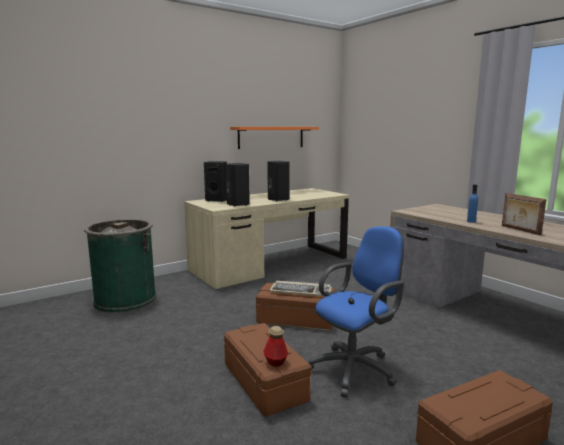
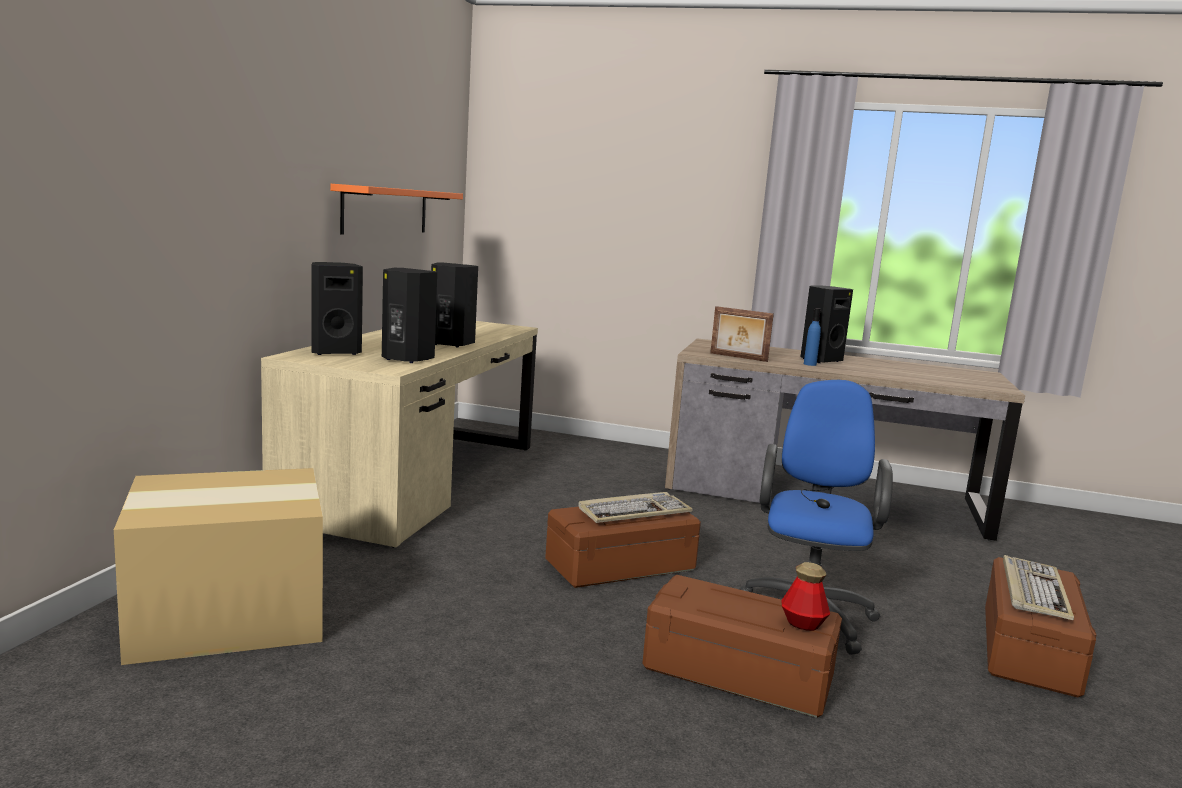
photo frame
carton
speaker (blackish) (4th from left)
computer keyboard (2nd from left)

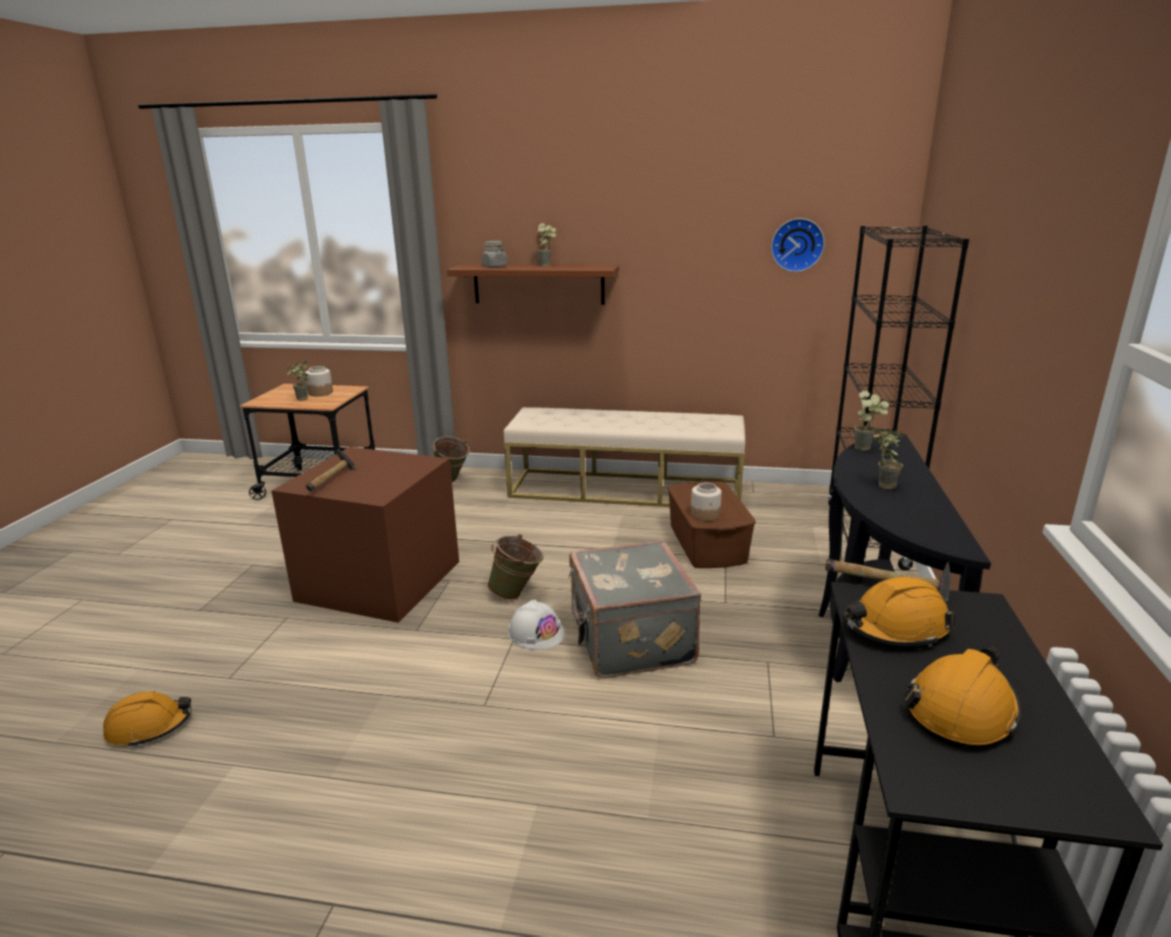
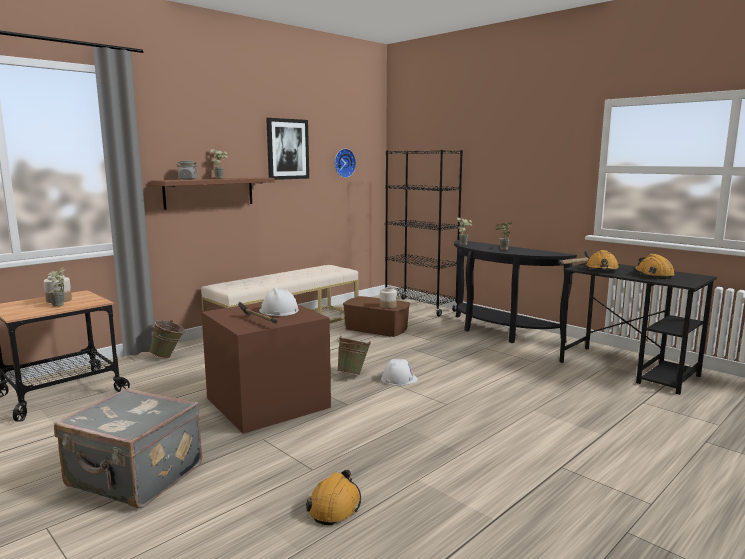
suitcase (grey)
wall art
safety helmet (white-coloured) (1st from left)

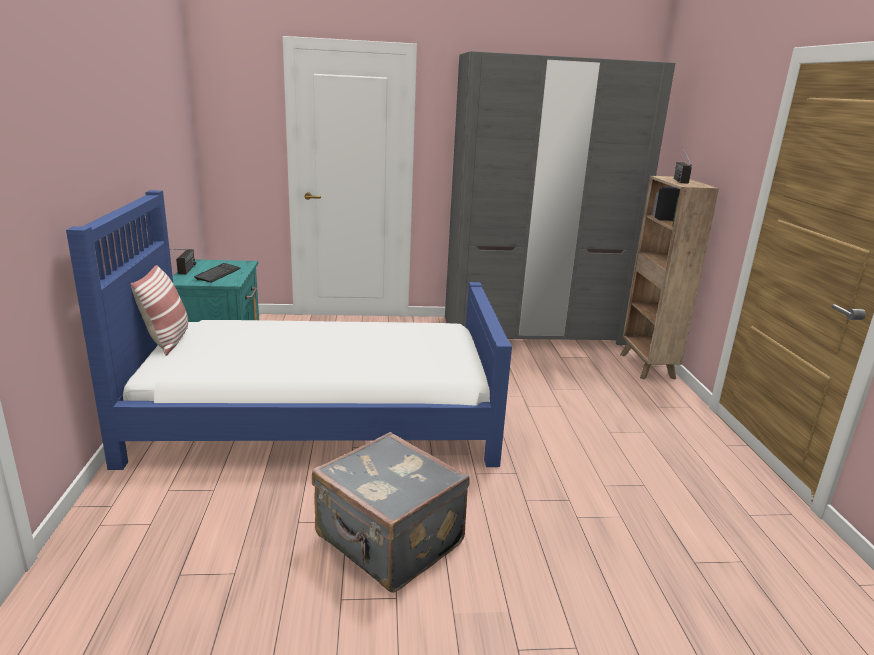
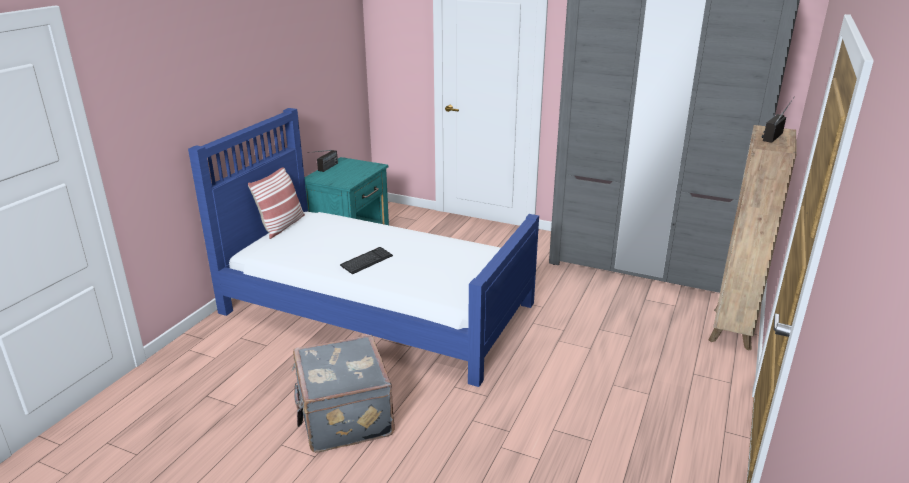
computer keyboard

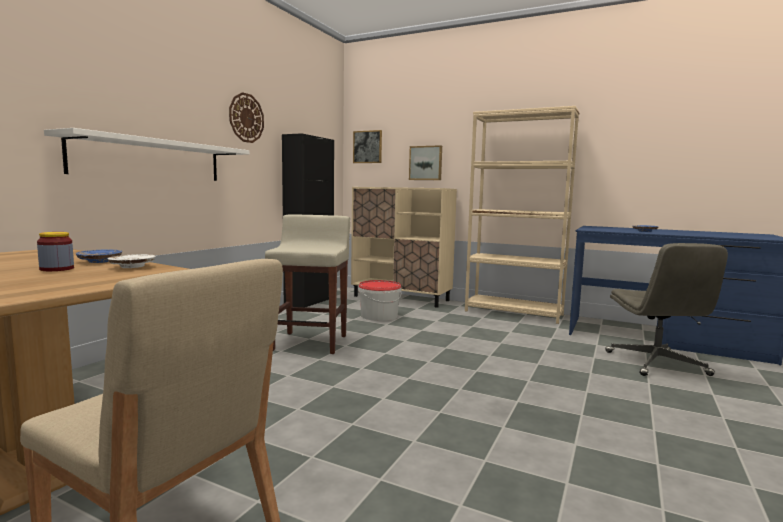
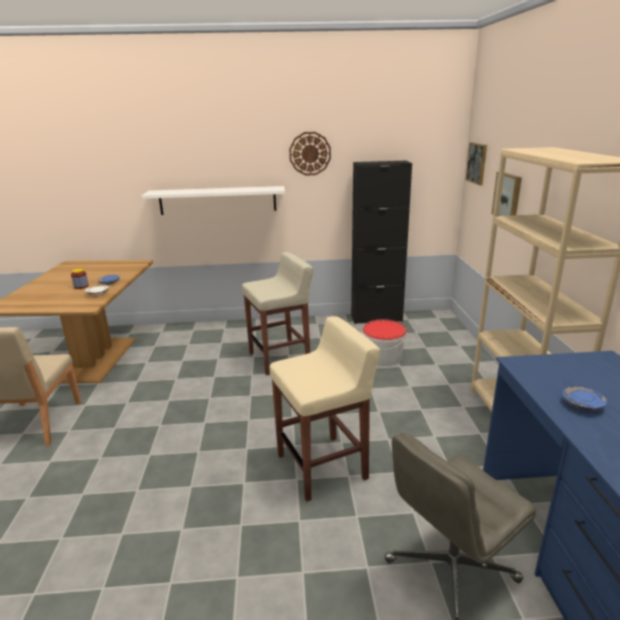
cabinet (beige-coloured)
stool (beige-coloured) (2nd from left)

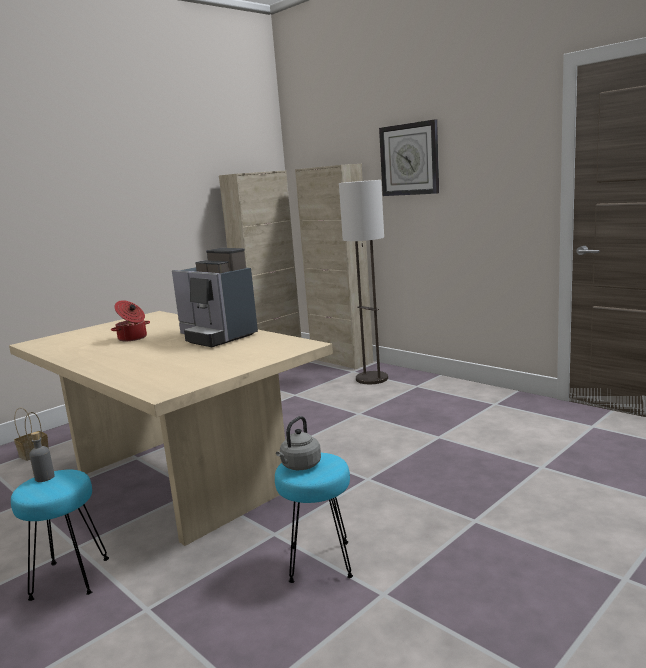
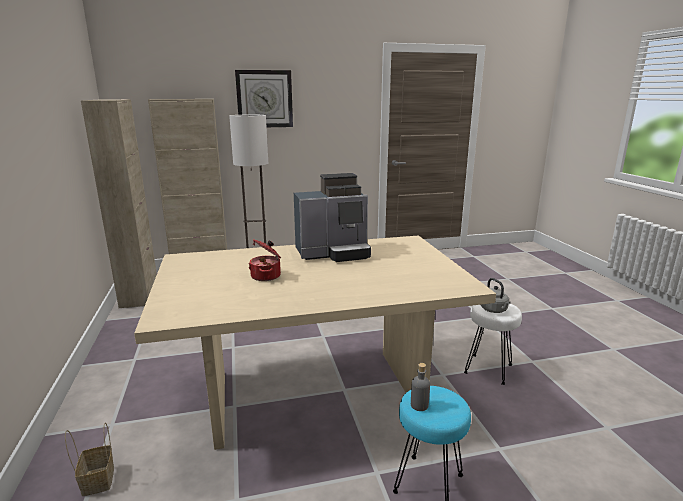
stool (white-coloured)

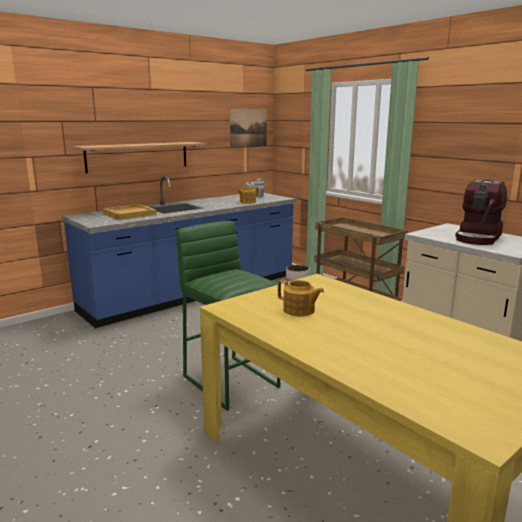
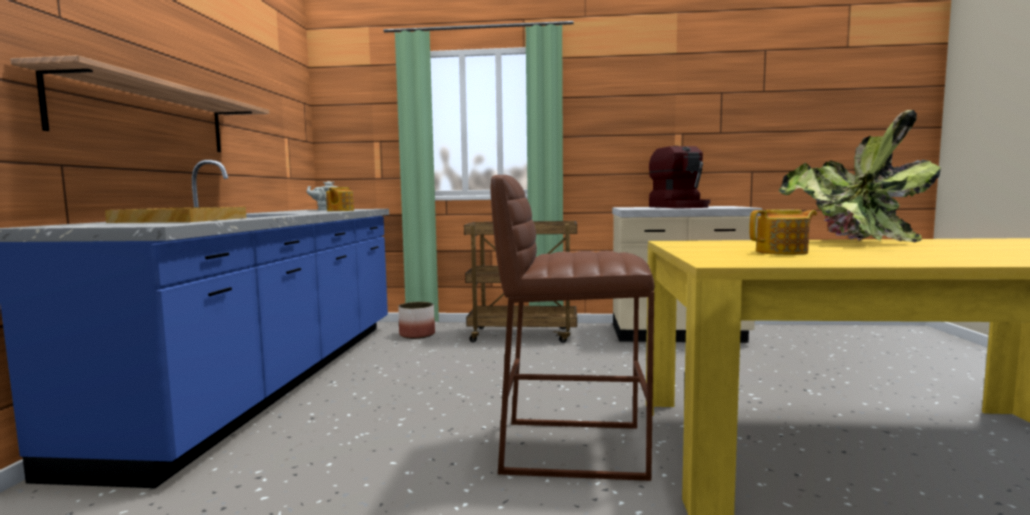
wall art
stool (brownish)
potted plant

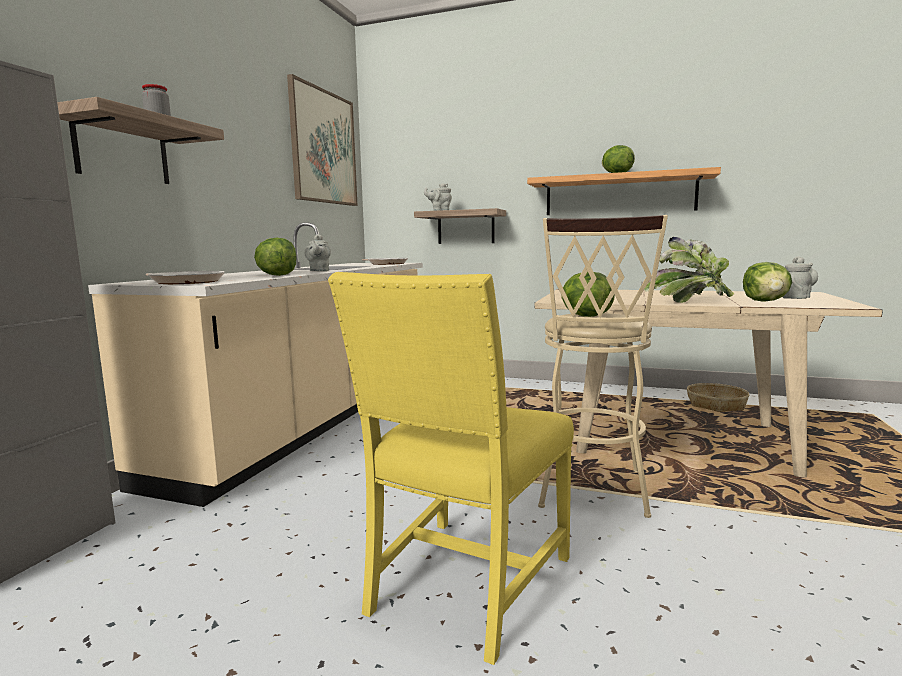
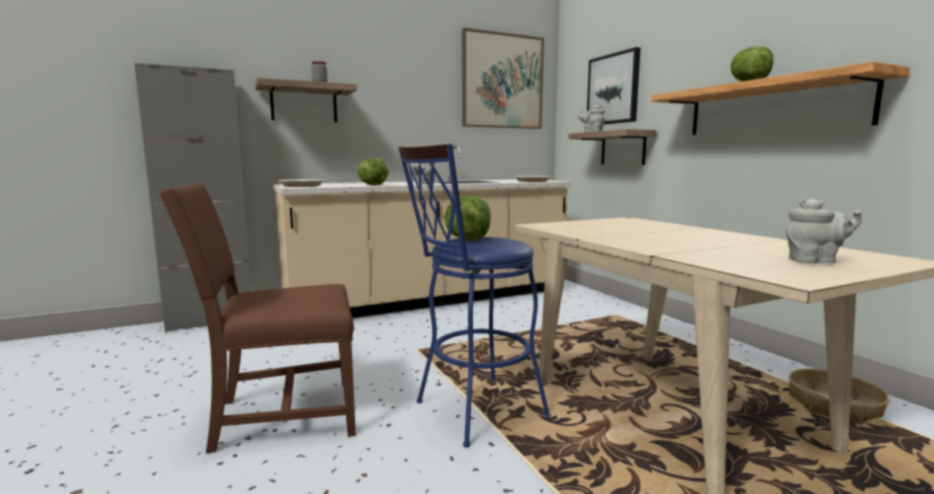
stool (blue-coloured)
potted plant
head of lettuce (4th from left in the first image)
plain chair (brownish)
wall art (2nd from left)

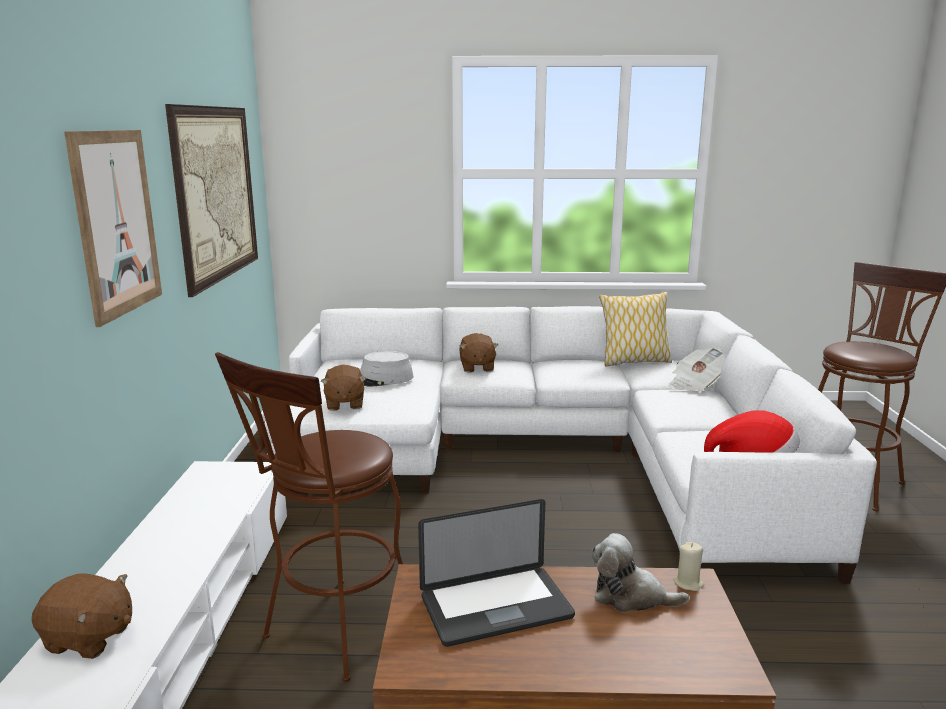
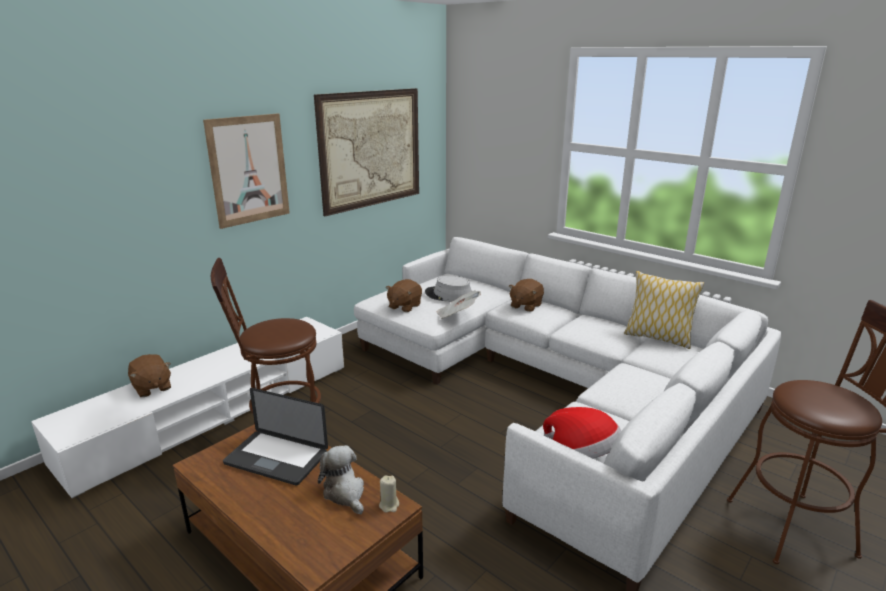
daily paper

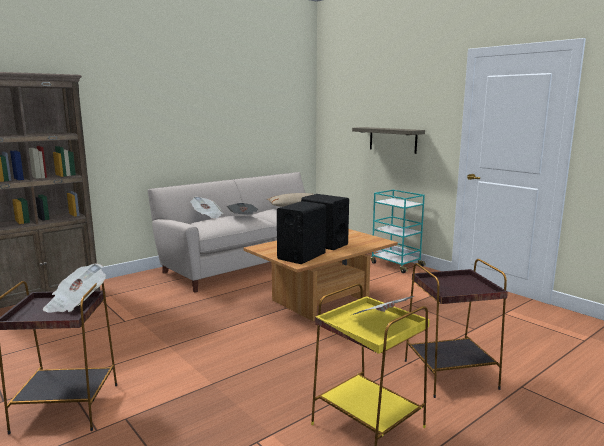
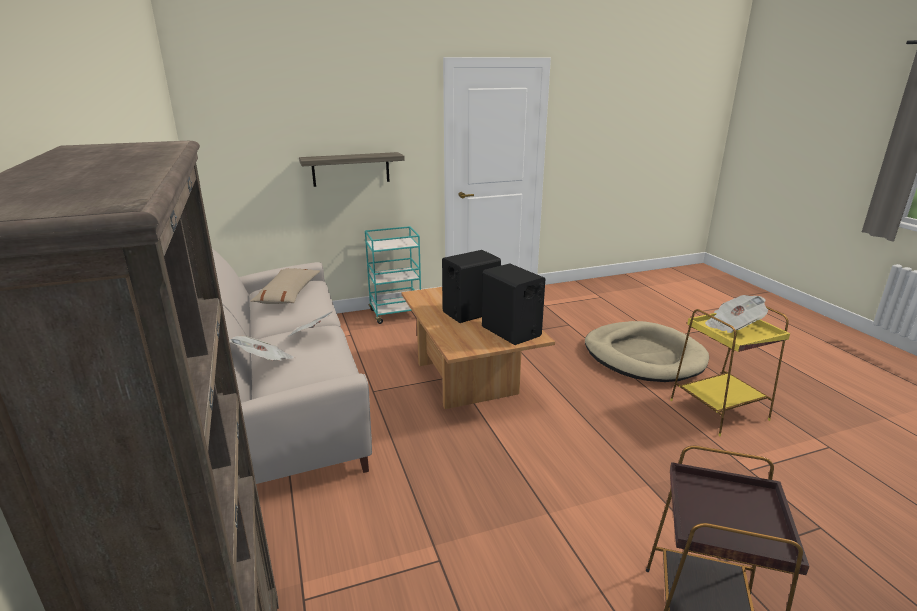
dog bed (beige-coloured)
daily paper (1st from left in the first image)

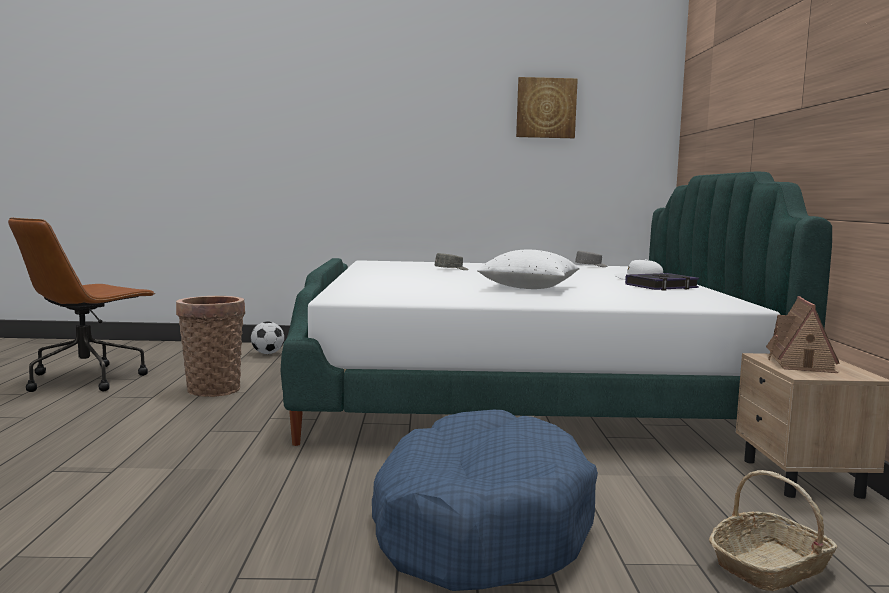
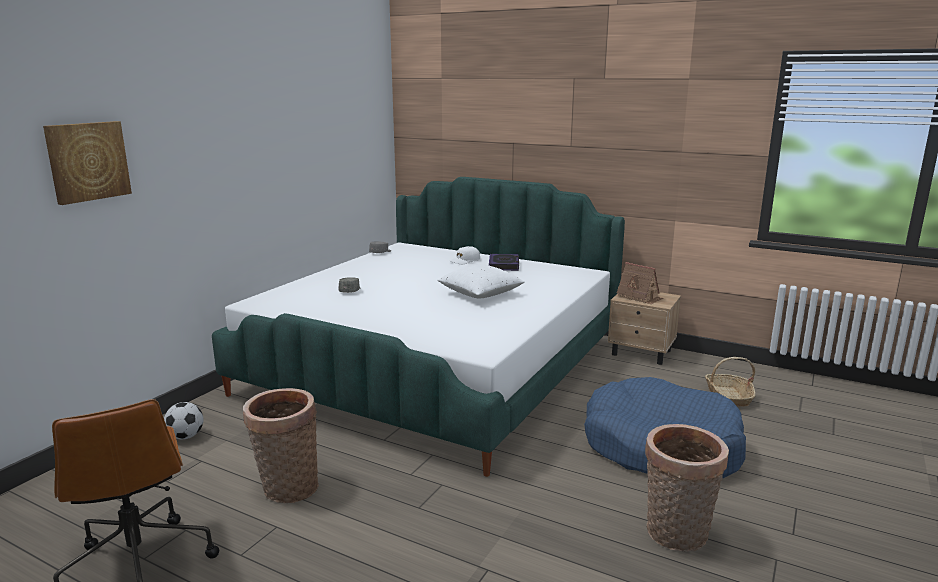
wall art
basket (2nd from left)

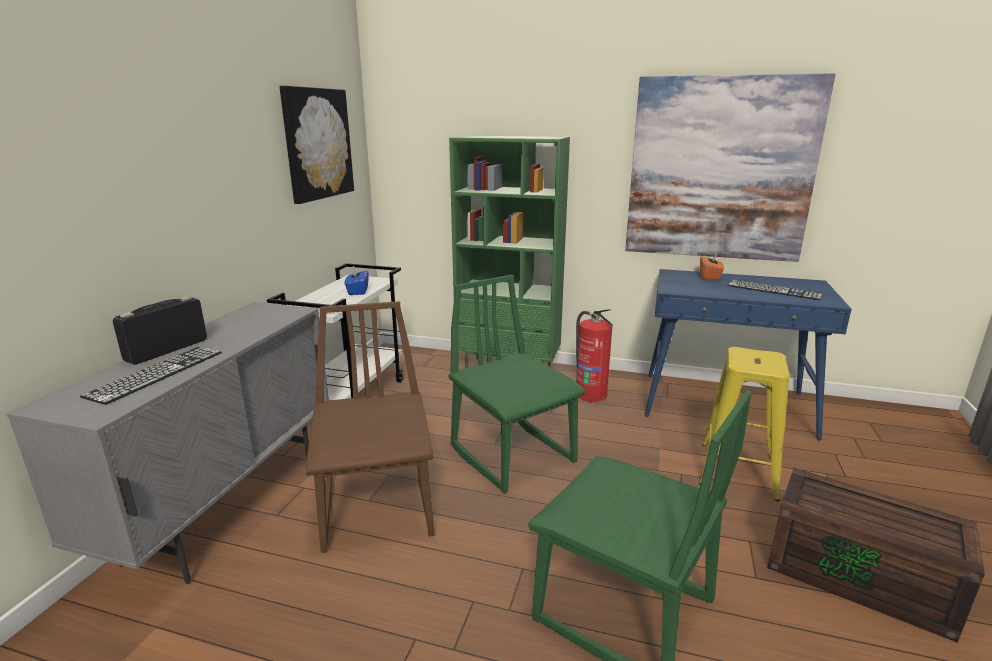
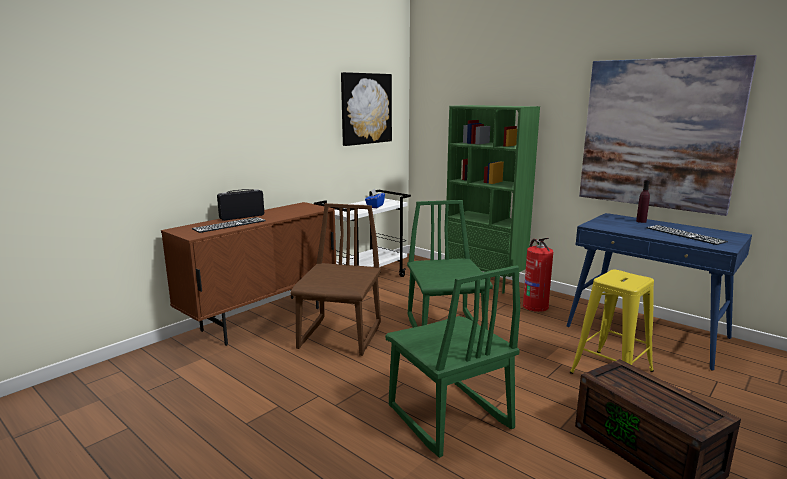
beverage bottle (purple-coloured)
cabinet (brownish)

